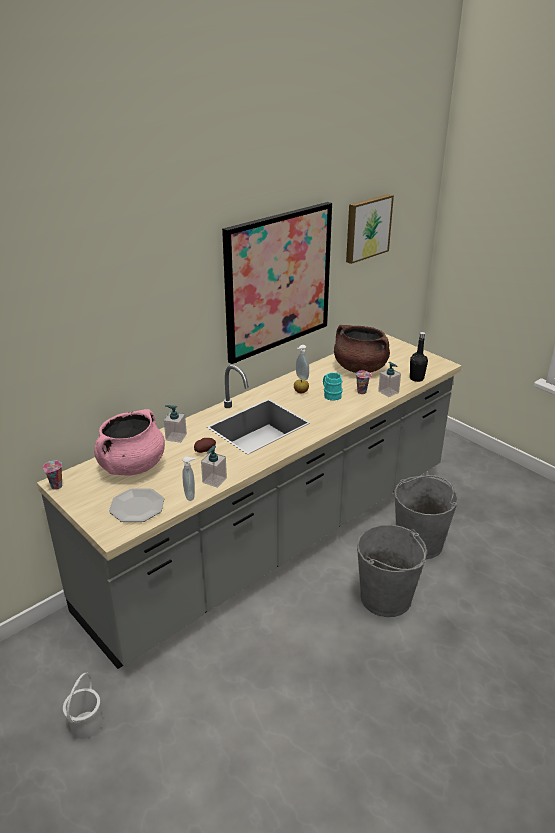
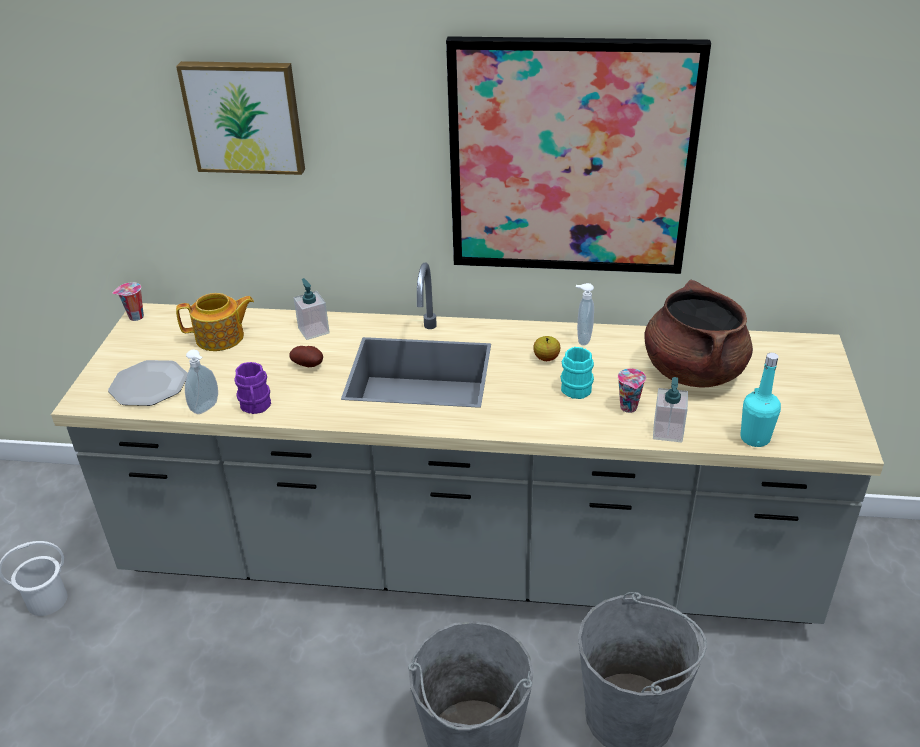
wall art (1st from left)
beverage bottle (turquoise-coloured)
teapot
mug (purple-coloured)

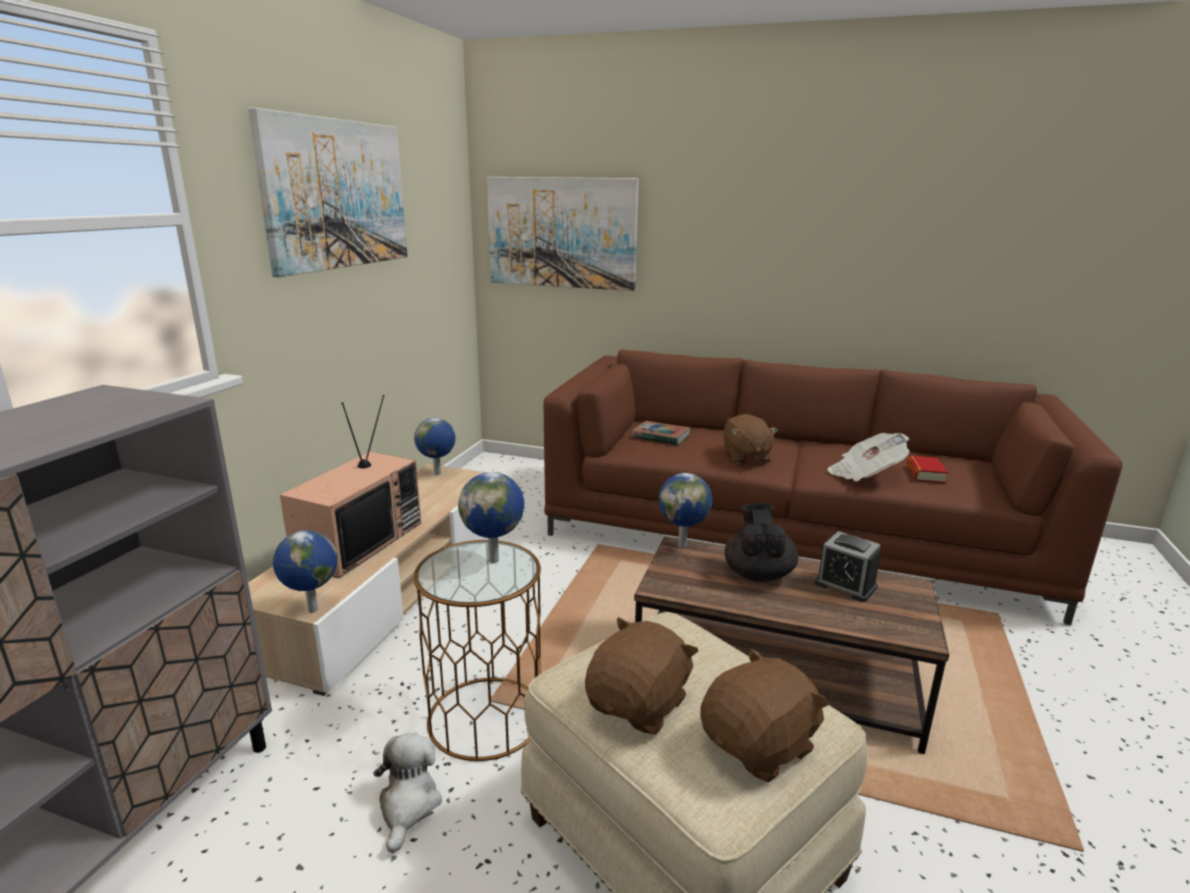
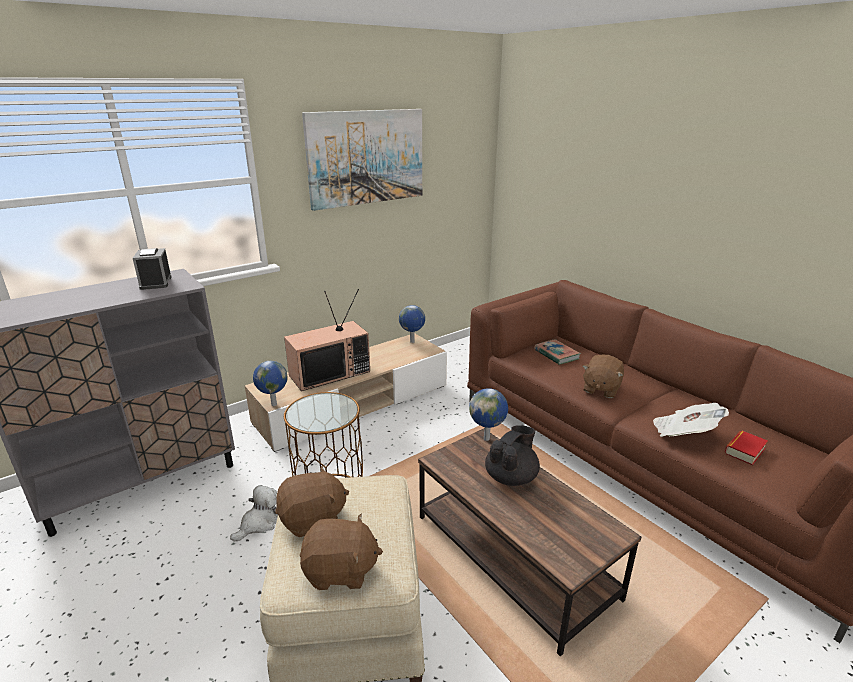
wall art (2nd from left in the first image)
globe (3rd from left in the first image)
alarm clock

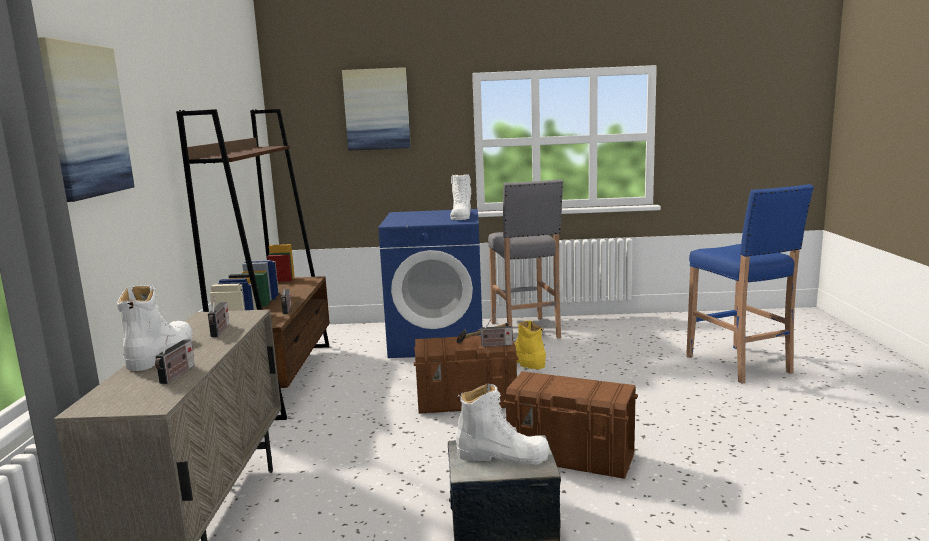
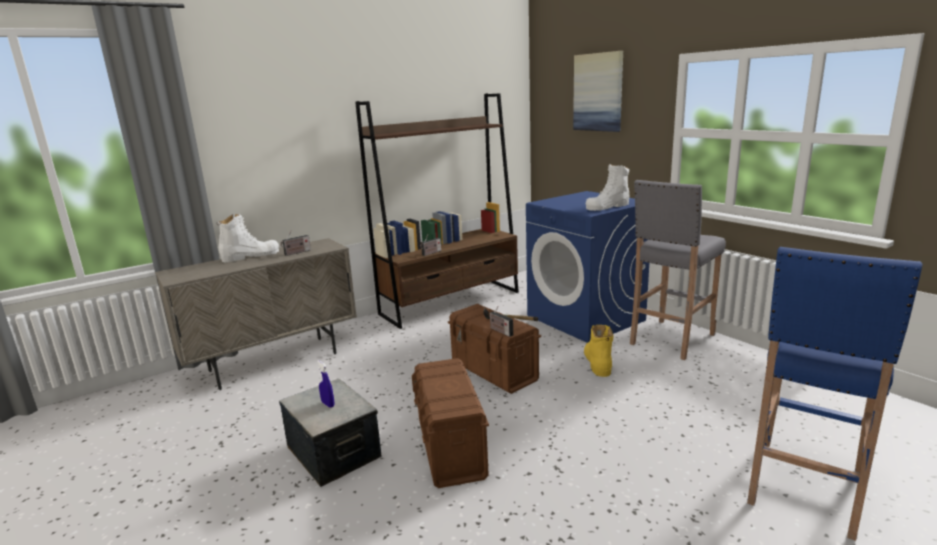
wall art (1st from left in the first image)
radio (1st from left in the first image)
sprayer (blue-coloured)

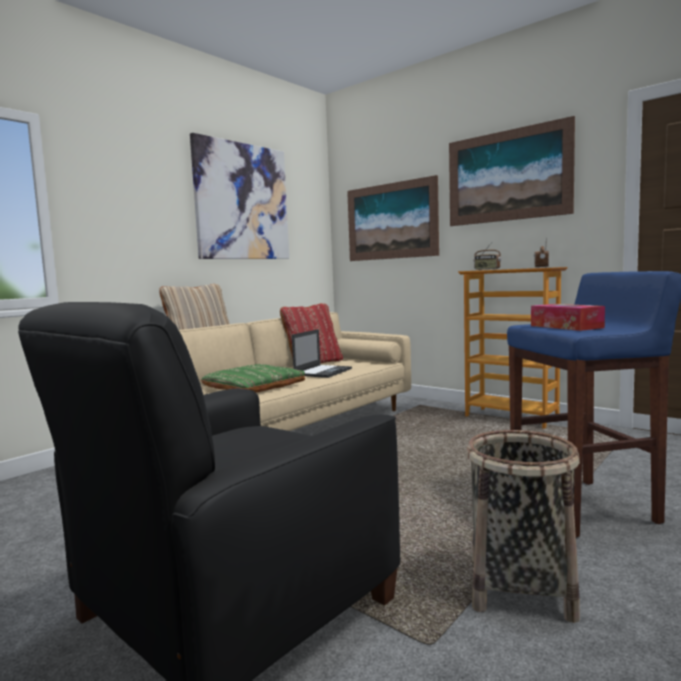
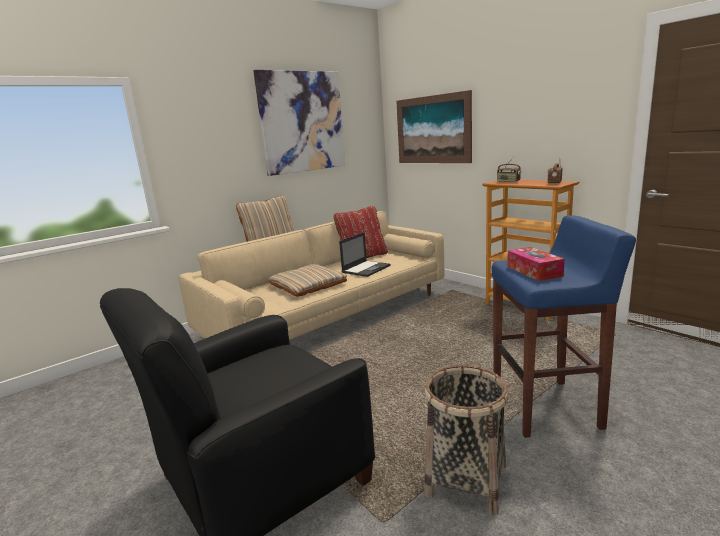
wall art (3rd from left in the first image)
pillow (beige-coloured) (2nd from left)

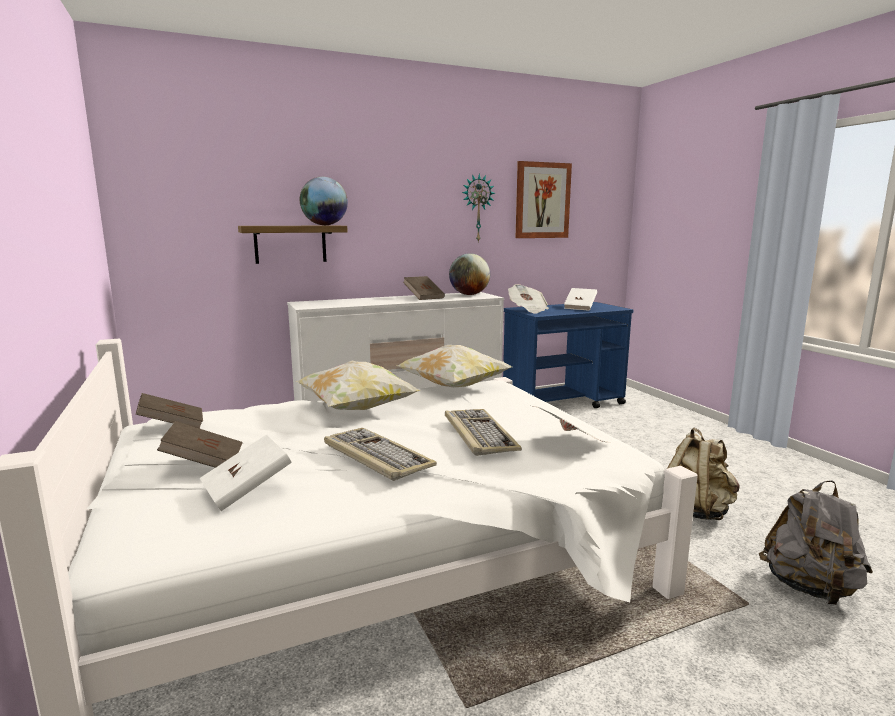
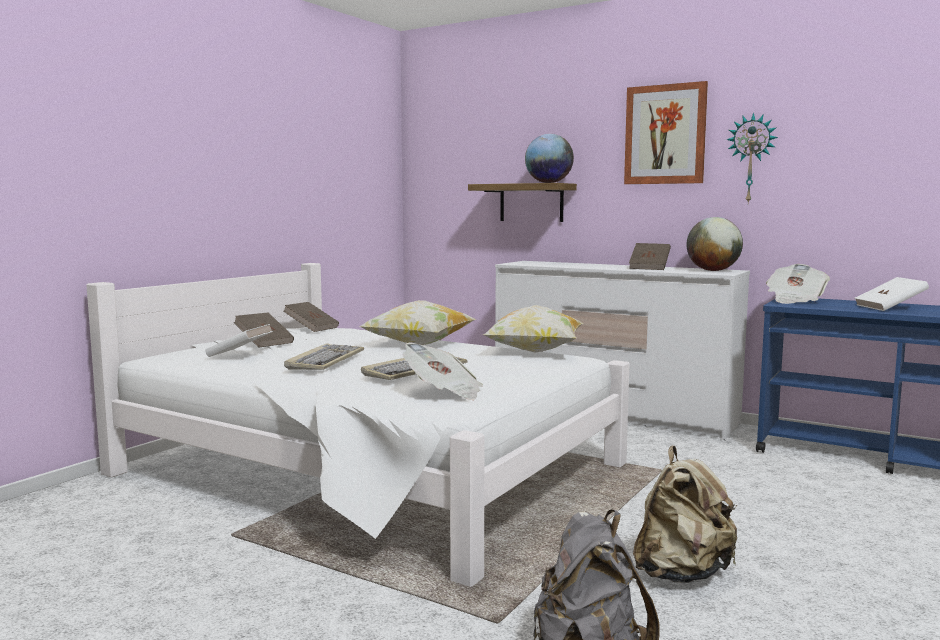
wall art

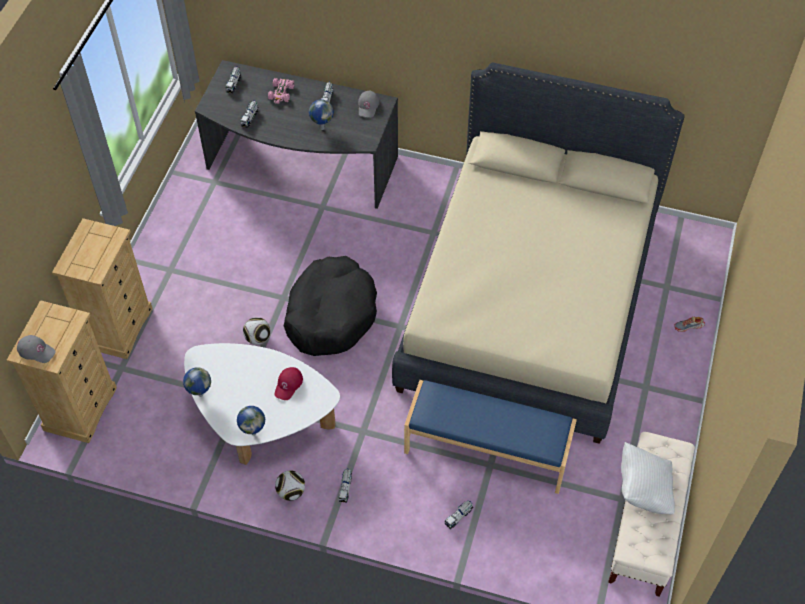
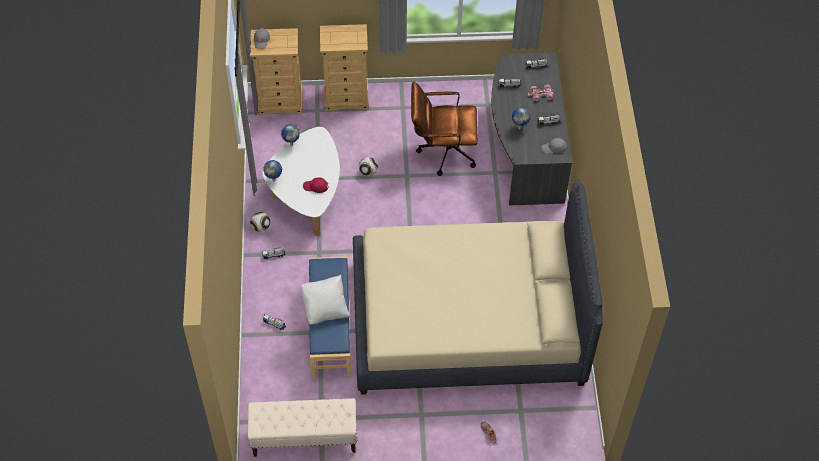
dog bed (blackish)
pillow (white-coloured)
computer chair (brownish)

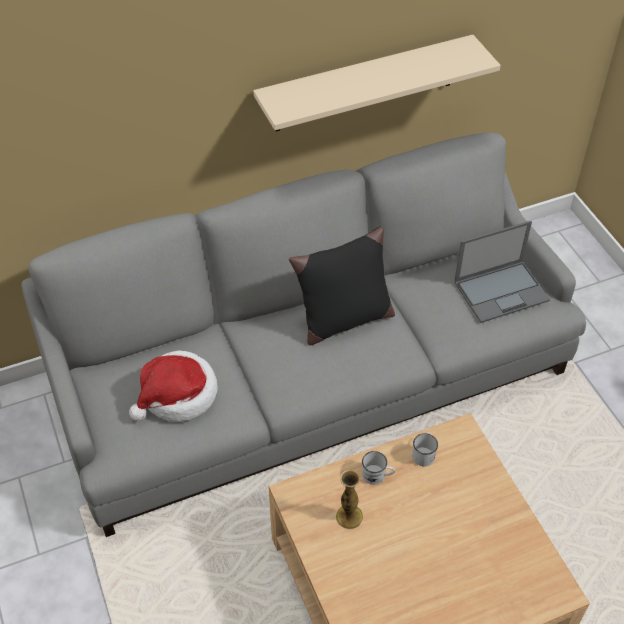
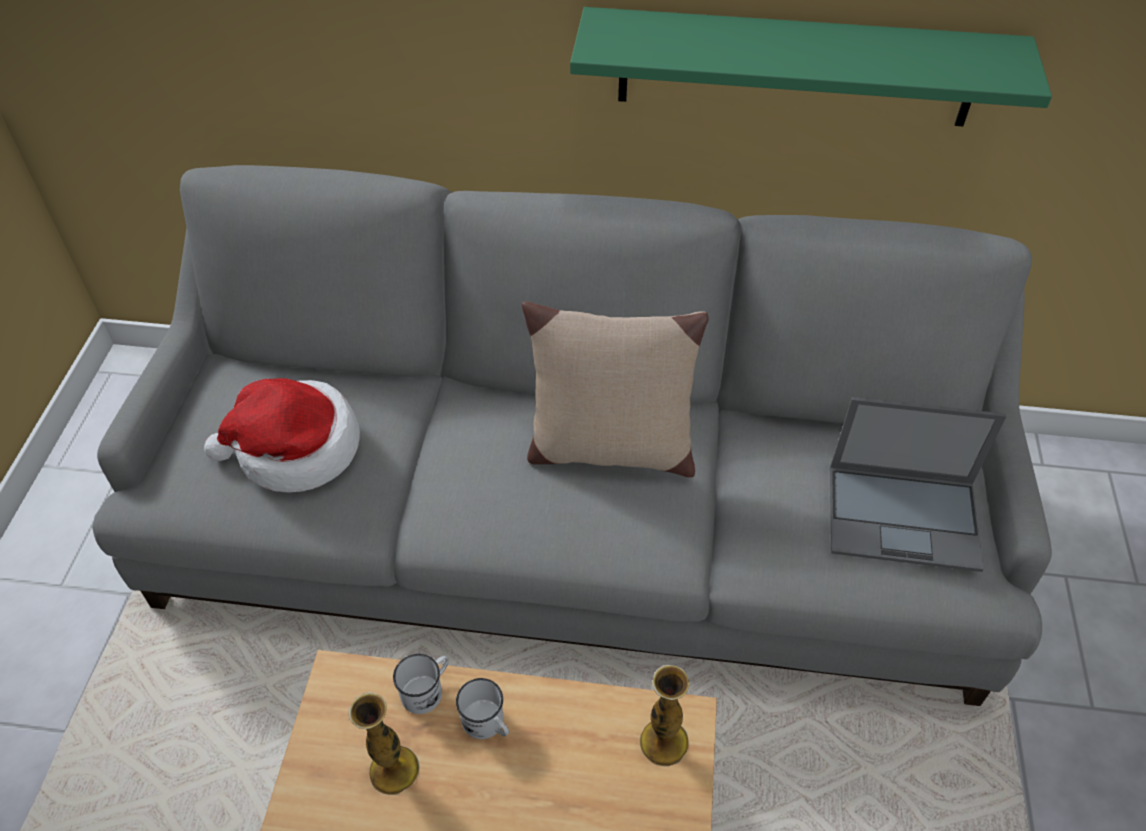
wall shelf (green-coloured)
pillow (beige-coloured)
mug (white-coloured) (1st from left)
vase (2nd from left)

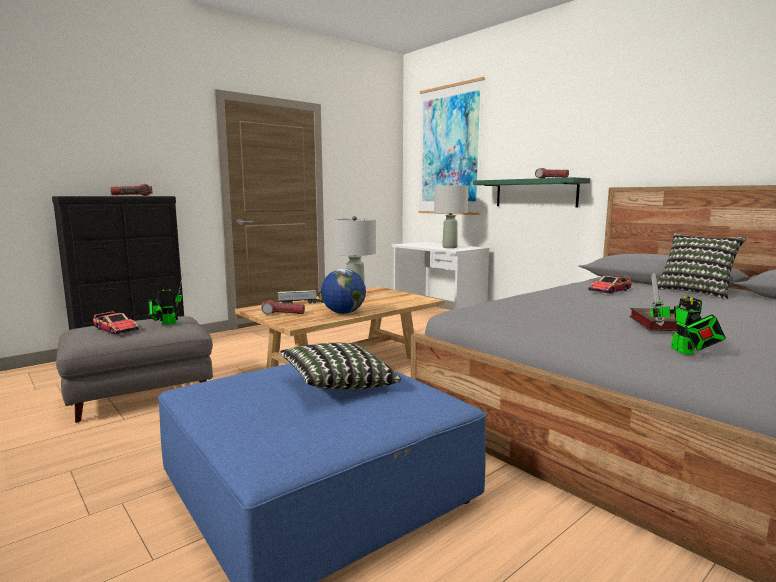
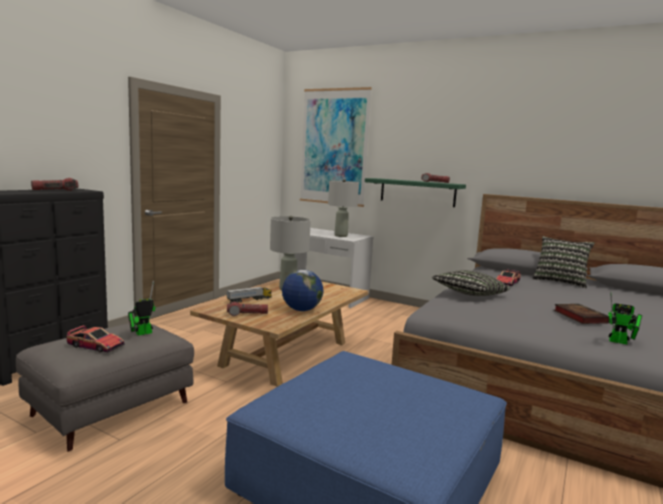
model robot (2nd from left)
pillow (1st from left)

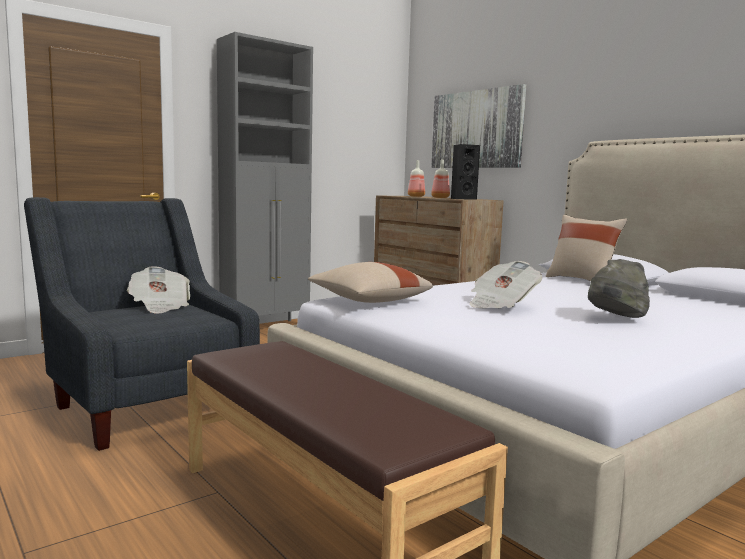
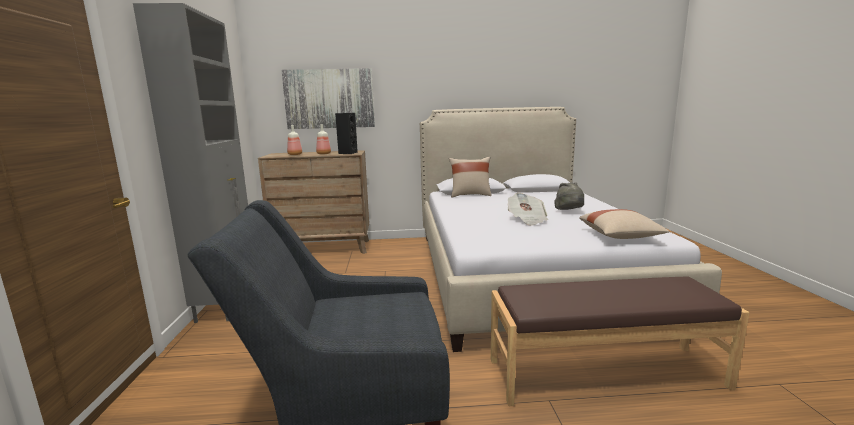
pillow (beige-coloured) (2nd from left)
daily paper (1st from left in the first image)

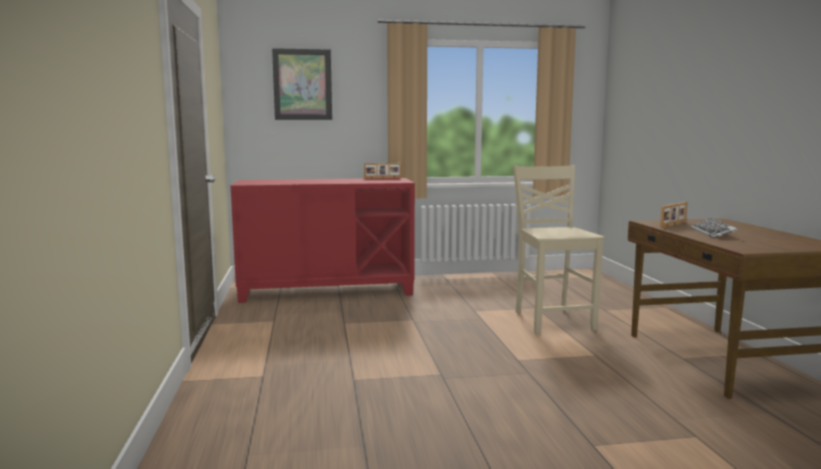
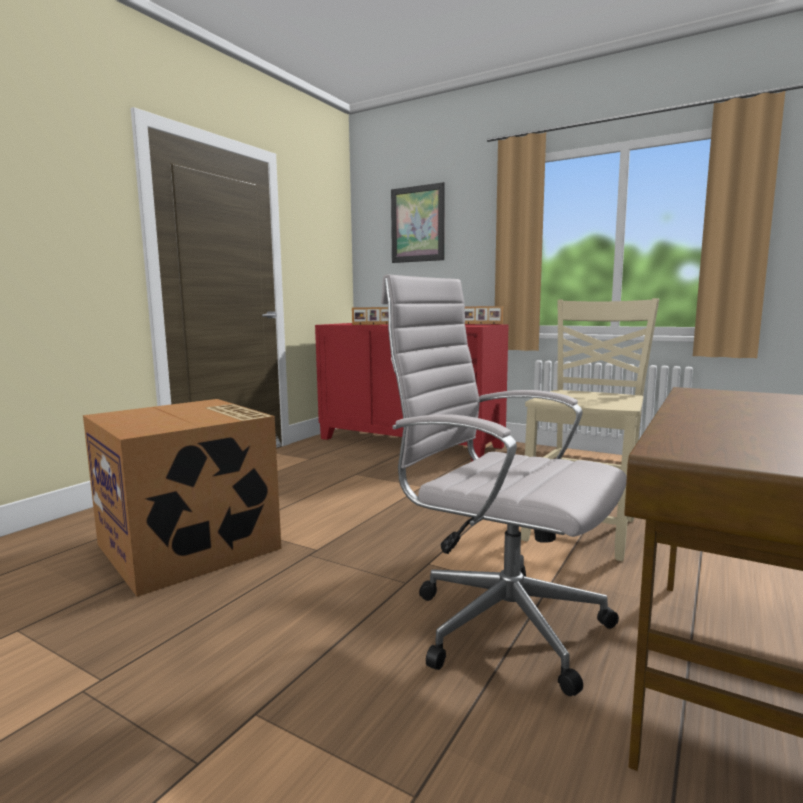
photo frame (1st from left)
computer keyboard
computer chair (white-coloured)
carton

